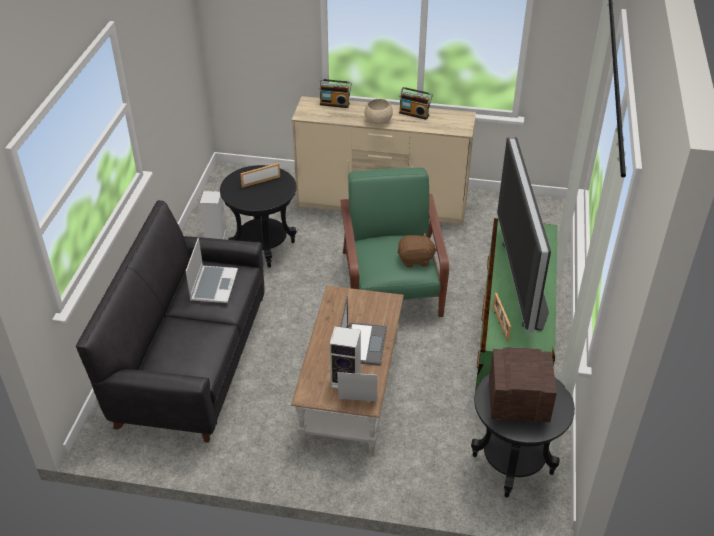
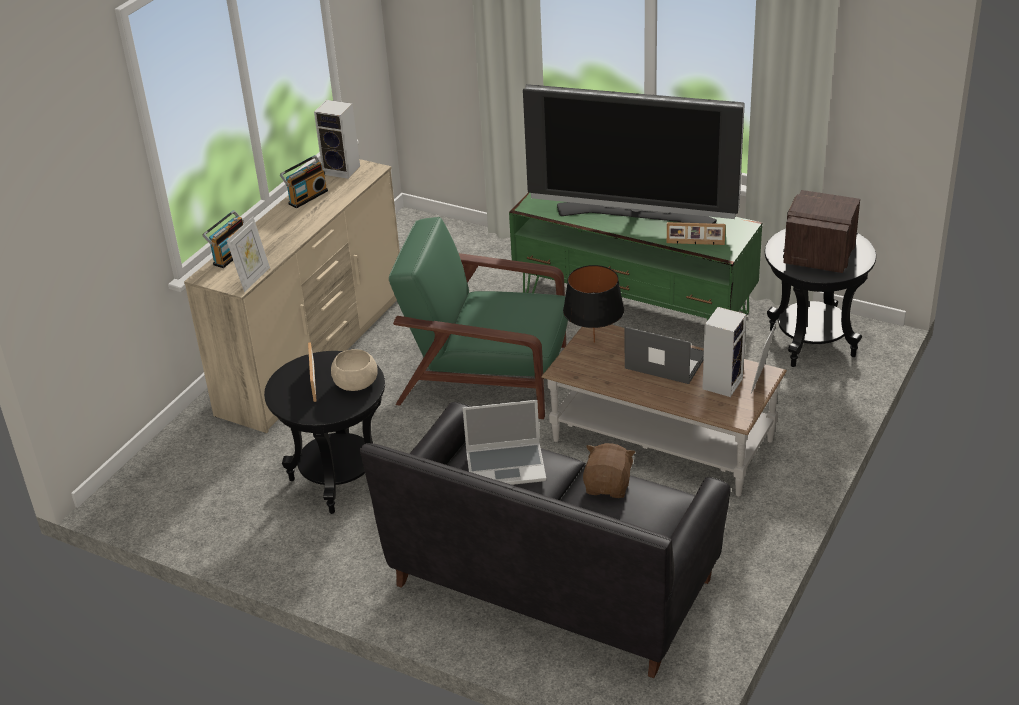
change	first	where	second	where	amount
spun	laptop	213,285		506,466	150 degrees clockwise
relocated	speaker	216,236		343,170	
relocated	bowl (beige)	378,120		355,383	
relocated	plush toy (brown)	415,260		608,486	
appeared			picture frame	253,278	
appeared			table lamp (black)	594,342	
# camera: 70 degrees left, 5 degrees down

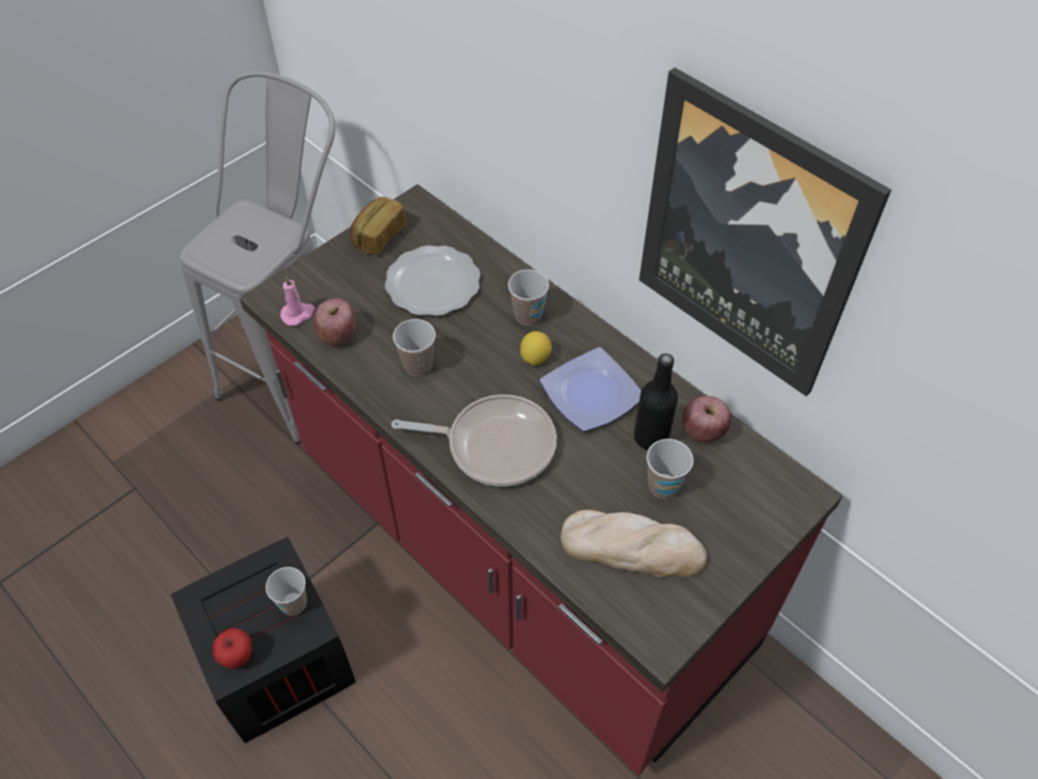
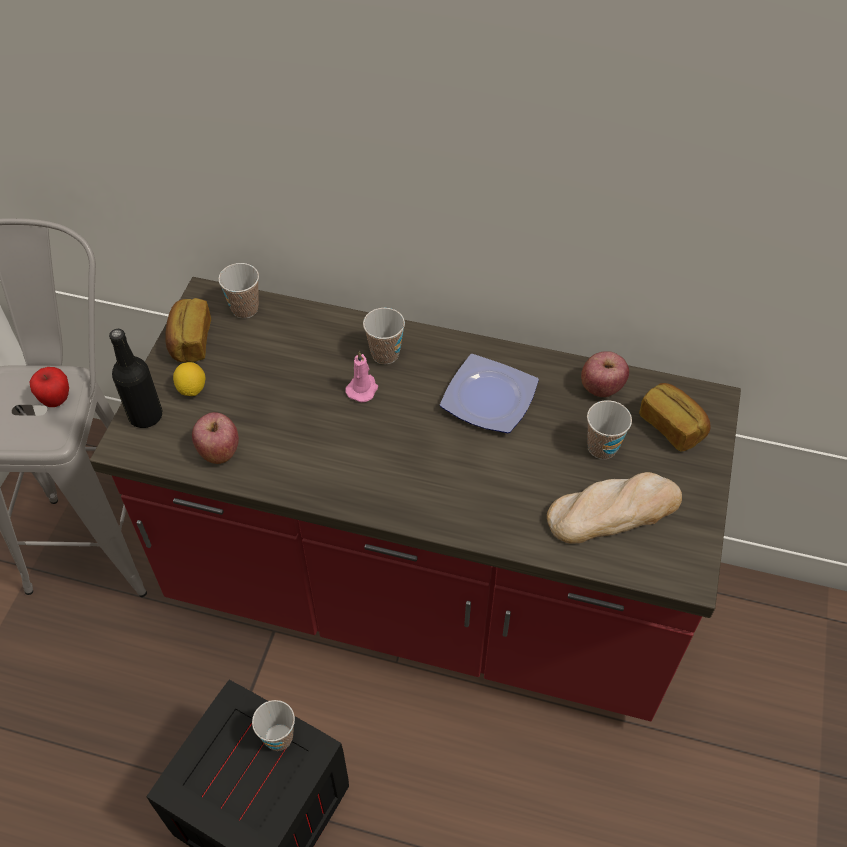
change	first	where	second	where	amount
relocated	apple	238,657		56,400	
relocated	candle (pink)	298,314		363,388	
missing	plate	433,285			
missing	frying pan	494,445			
relocated	cup	418,365		245,309	
relocated	lemon	535,358		192,389	
relocated	bottle (black)	651,437		145,415	
missing	picture	749,238			
appeared			bread	672,425	
# camera: 30 degrees left, 0 degrees up

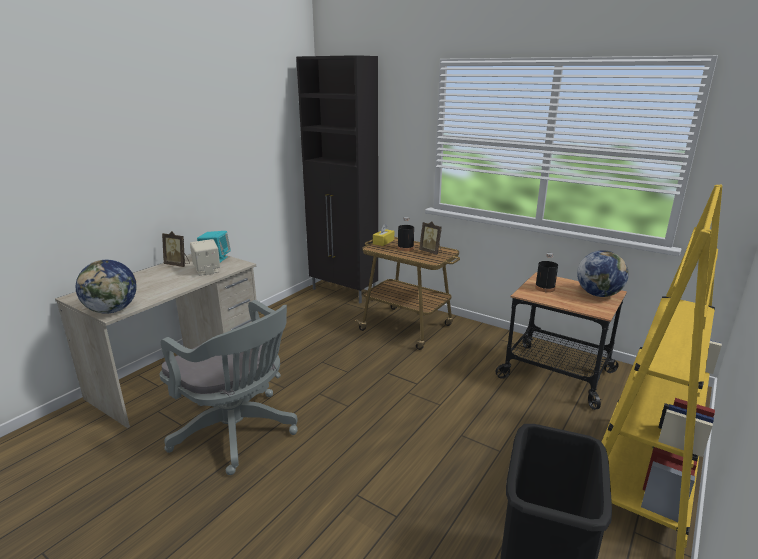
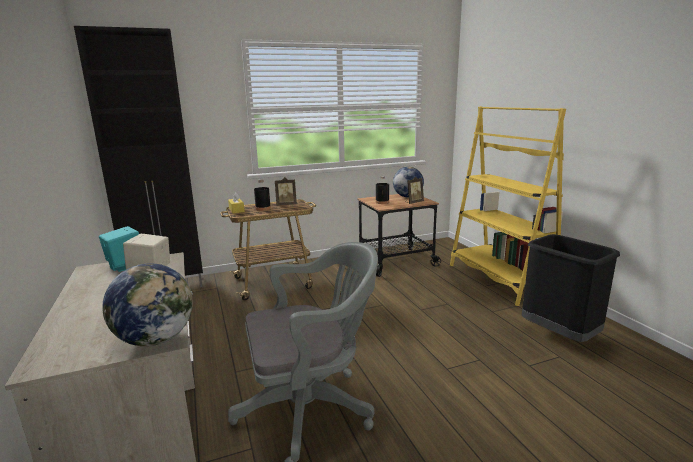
change	first	where	second	where	amount
relocated	picture frame	178,264		413,202	
# camera: 55 degrees left, 5 degrees down

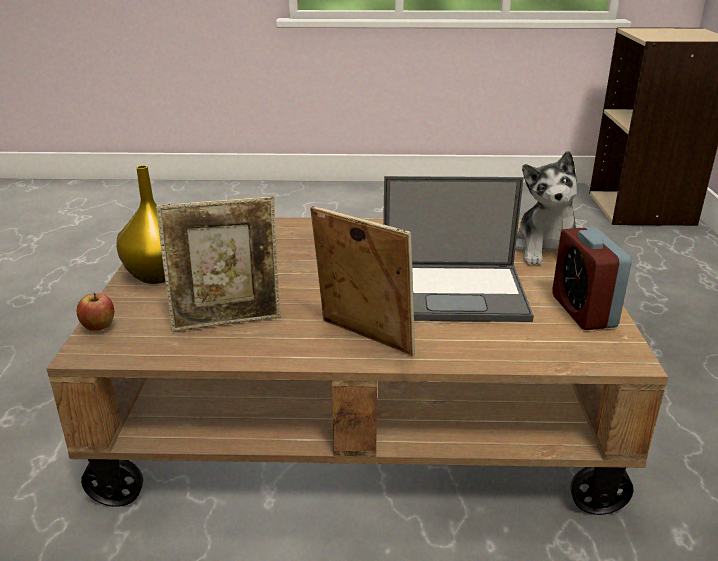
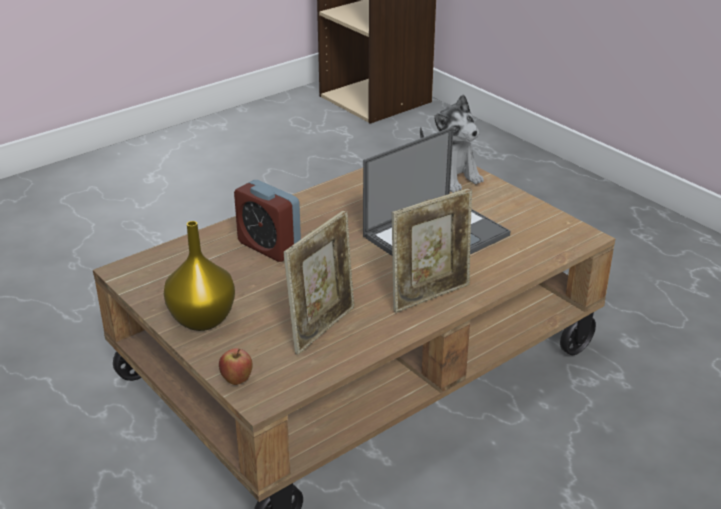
change	first	where	second	where	amount
spun	picture frame	363,339		430,296	150 degrees clockwise
relocated	alarm clock	583,311		269,247	
# camera: 40 degrees left, 5 degrees up

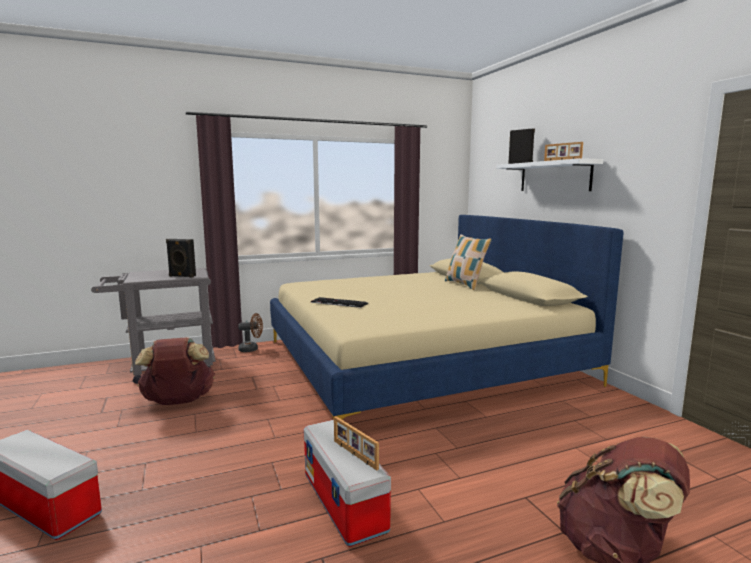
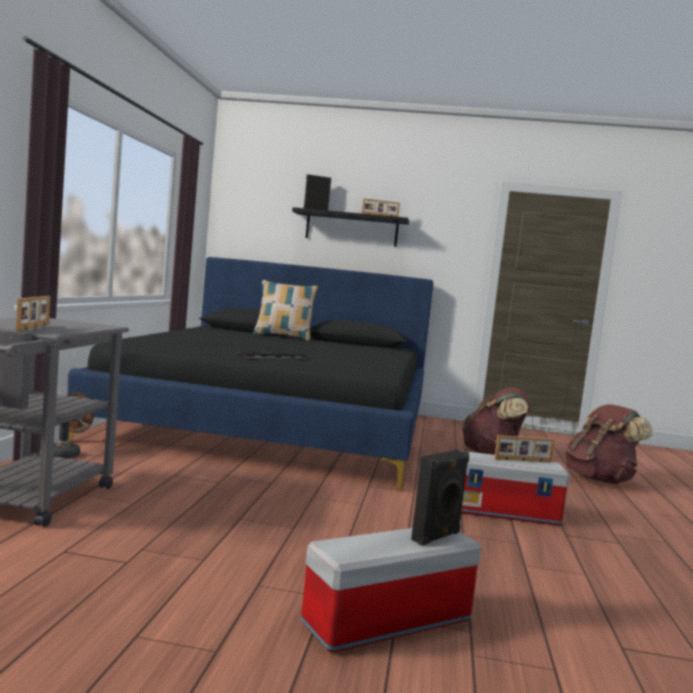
change	first	where	second	where	amount
relocated	backpack (brown)	178,402		492,455	
relocated	speaker (black)	181,276		437,537	
colour	bed (beige)	419,361	bed (black)	276,426	
colour	shelf (white)	554,176	shelf (black)	351,228	
appeared			picture frame	34,327	
# camera: 60 degrees left, 5 degrees down

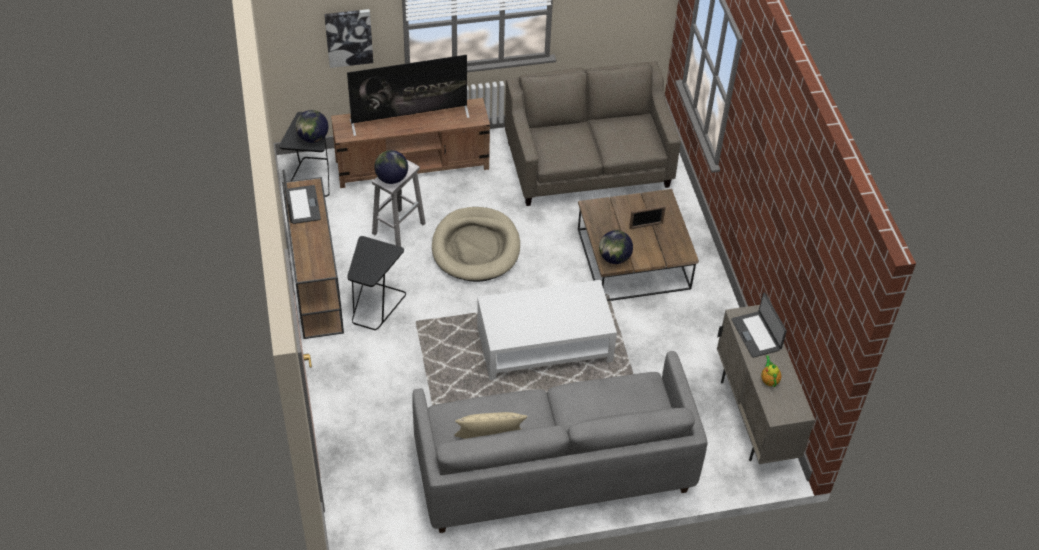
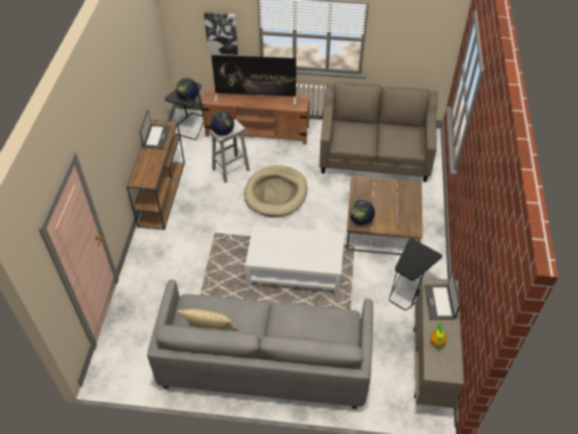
change	first	where	second	where	amount
relocated	side table (black)	375,305		408,290	
missing	picture frame	646,226			
# camera: 20 degrees right, 0 degrees up

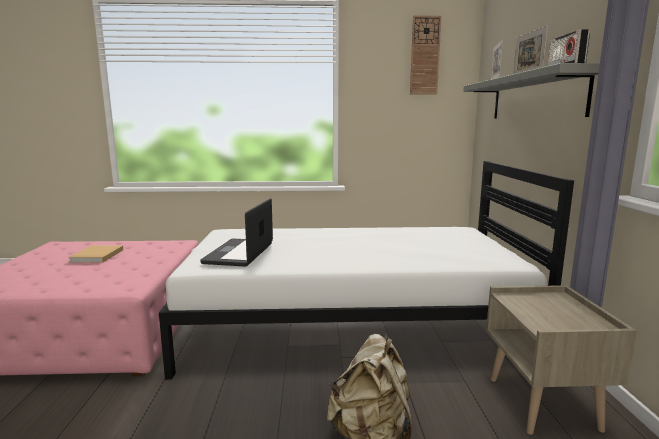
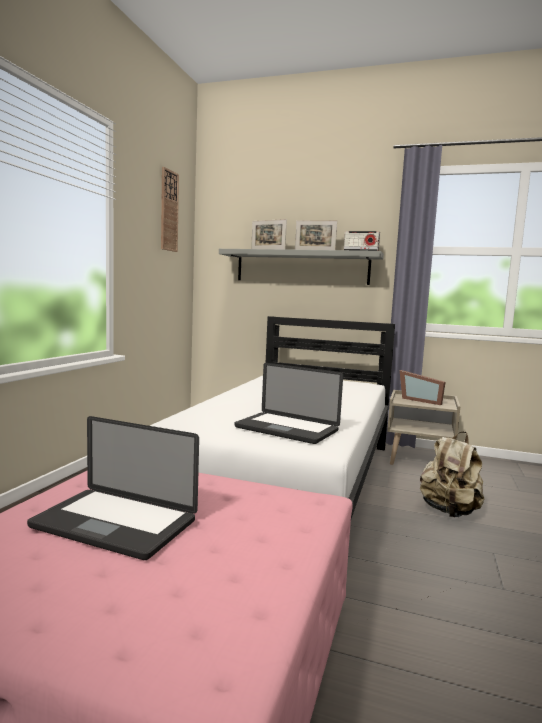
change	first	where	second	where	amount
exchanged	book (beige)	96,256	laptop	114,524	
appeared			picture frame	421,400	
# camera: 70 degrees left, 5 degrees down

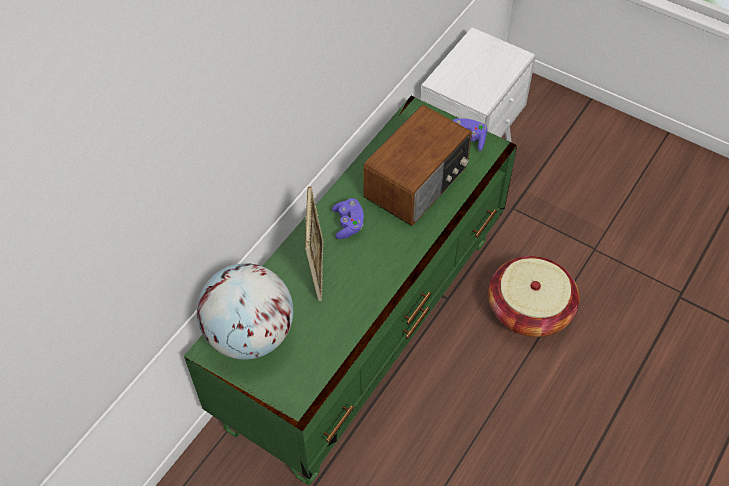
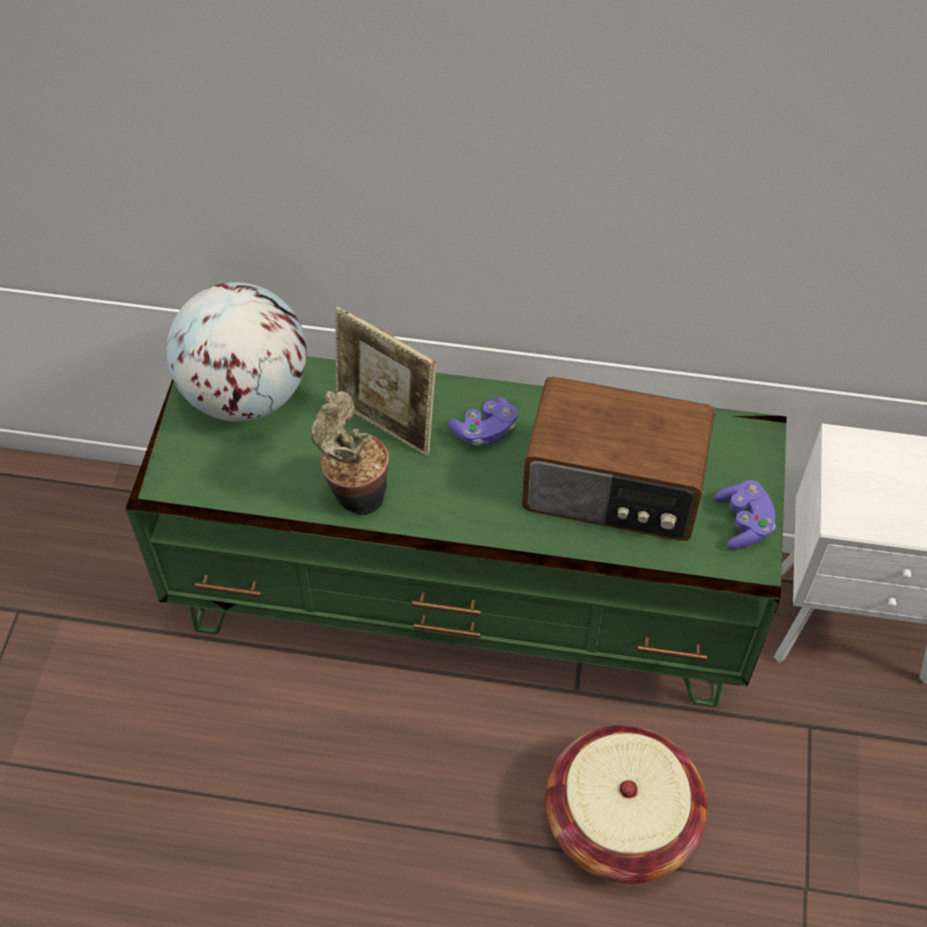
change	first	where	second	where	amount
spun	picture frame	317,269		386,425	60 degrees clockwise
appeared			potted plant	355,496	
# camera: 65 degrees right, 0 degrees up

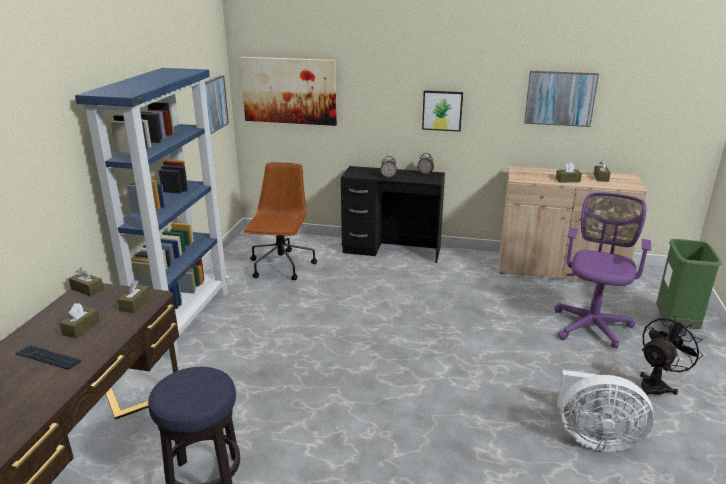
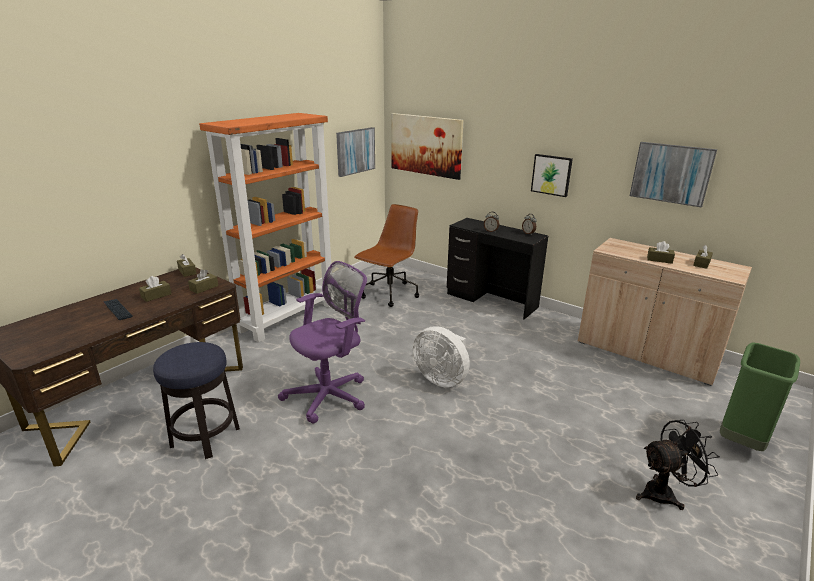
change	first	where	second	where	amount
colour	bookcase (blue)	184,319	bookcase (orange)	287,317	
relocated	office chair (purple)	592,324		330,395	
relocated	fan (white)	594,438		442,378	
# camera: 25 degrees right, 0 degrees up

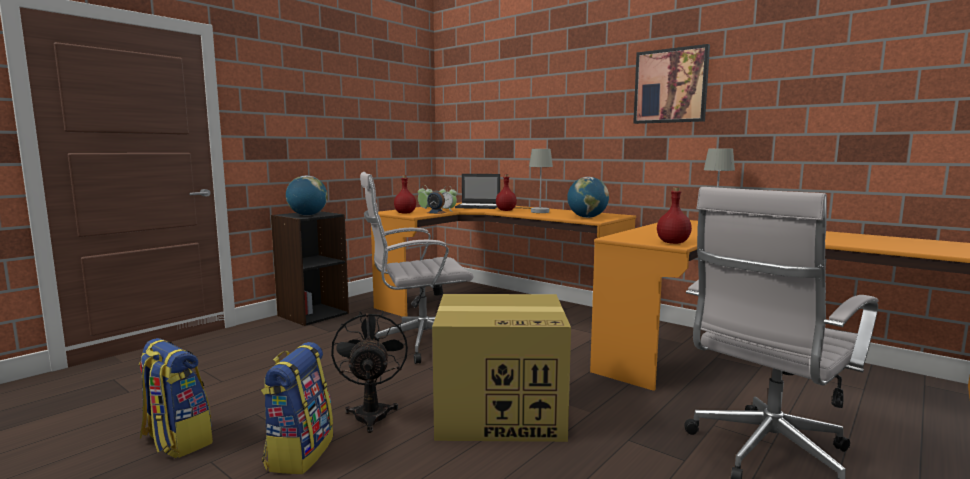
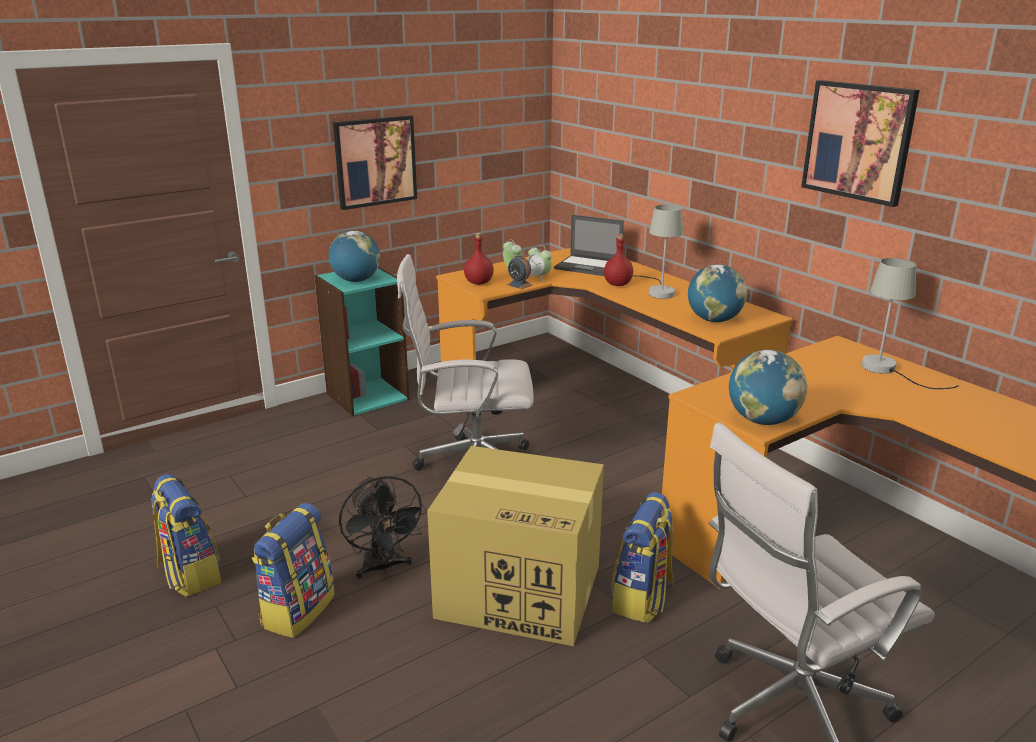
change	first	where	second	where	amount
colour	bookcase (black)	313,314	bookcase (turquoise)	367,396	
spun	fan (black)	371,412		383,567	150 degrees clockwise
exchanged	bottle (red)	673,243	globe	762,420	
appeared			picture	375,161	
appeared			backpack	642,598	
# camera: 15 degrees right, 15 degrees up

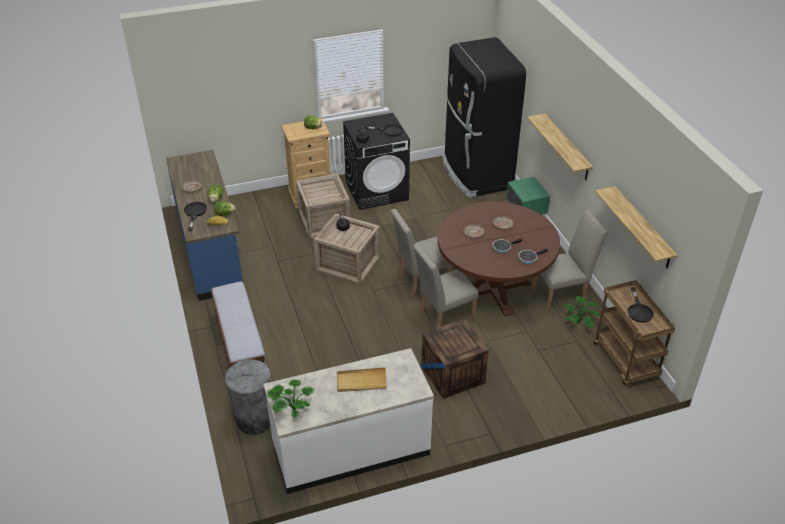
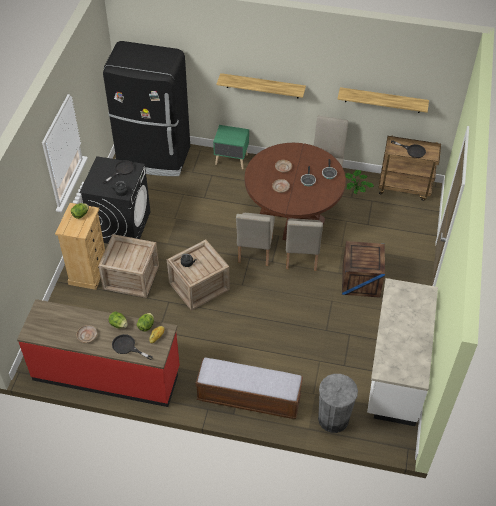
change	first	where	second	where	amount
colour	counter (blue)	210,251	counter (red)	107,373	
missing	potted plant	290,409			
missing	tray (beige)	361,382			
# camera: 60 degrees left, 10 degrees up

